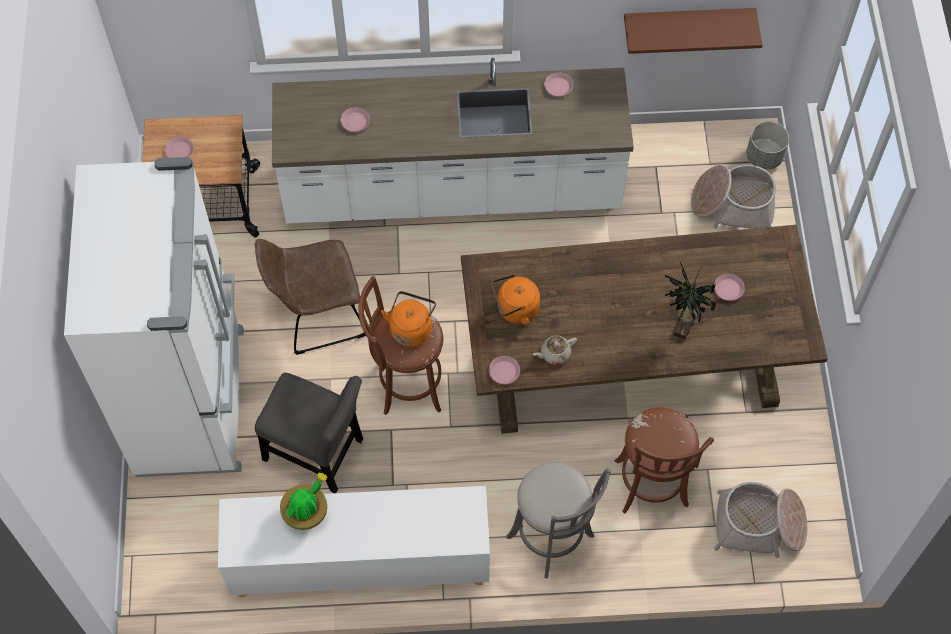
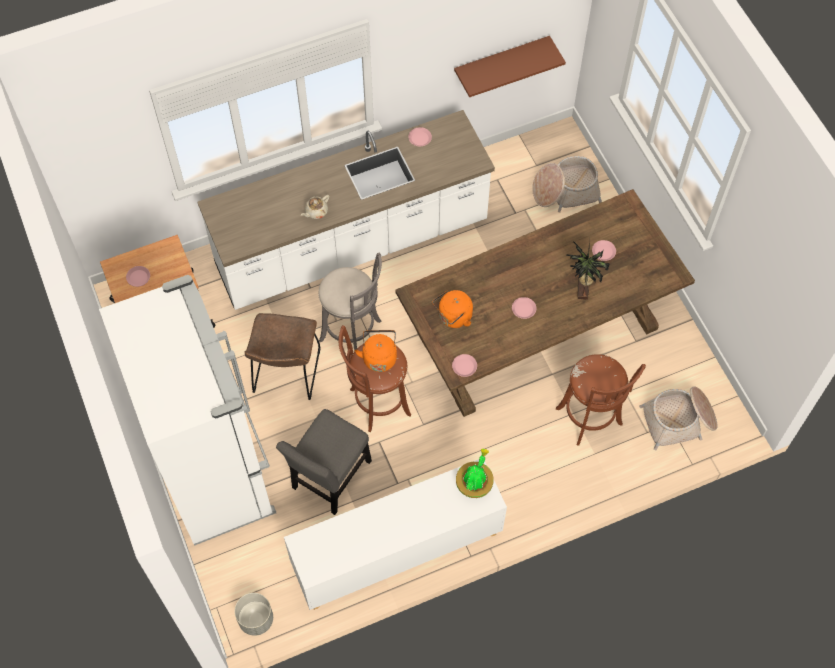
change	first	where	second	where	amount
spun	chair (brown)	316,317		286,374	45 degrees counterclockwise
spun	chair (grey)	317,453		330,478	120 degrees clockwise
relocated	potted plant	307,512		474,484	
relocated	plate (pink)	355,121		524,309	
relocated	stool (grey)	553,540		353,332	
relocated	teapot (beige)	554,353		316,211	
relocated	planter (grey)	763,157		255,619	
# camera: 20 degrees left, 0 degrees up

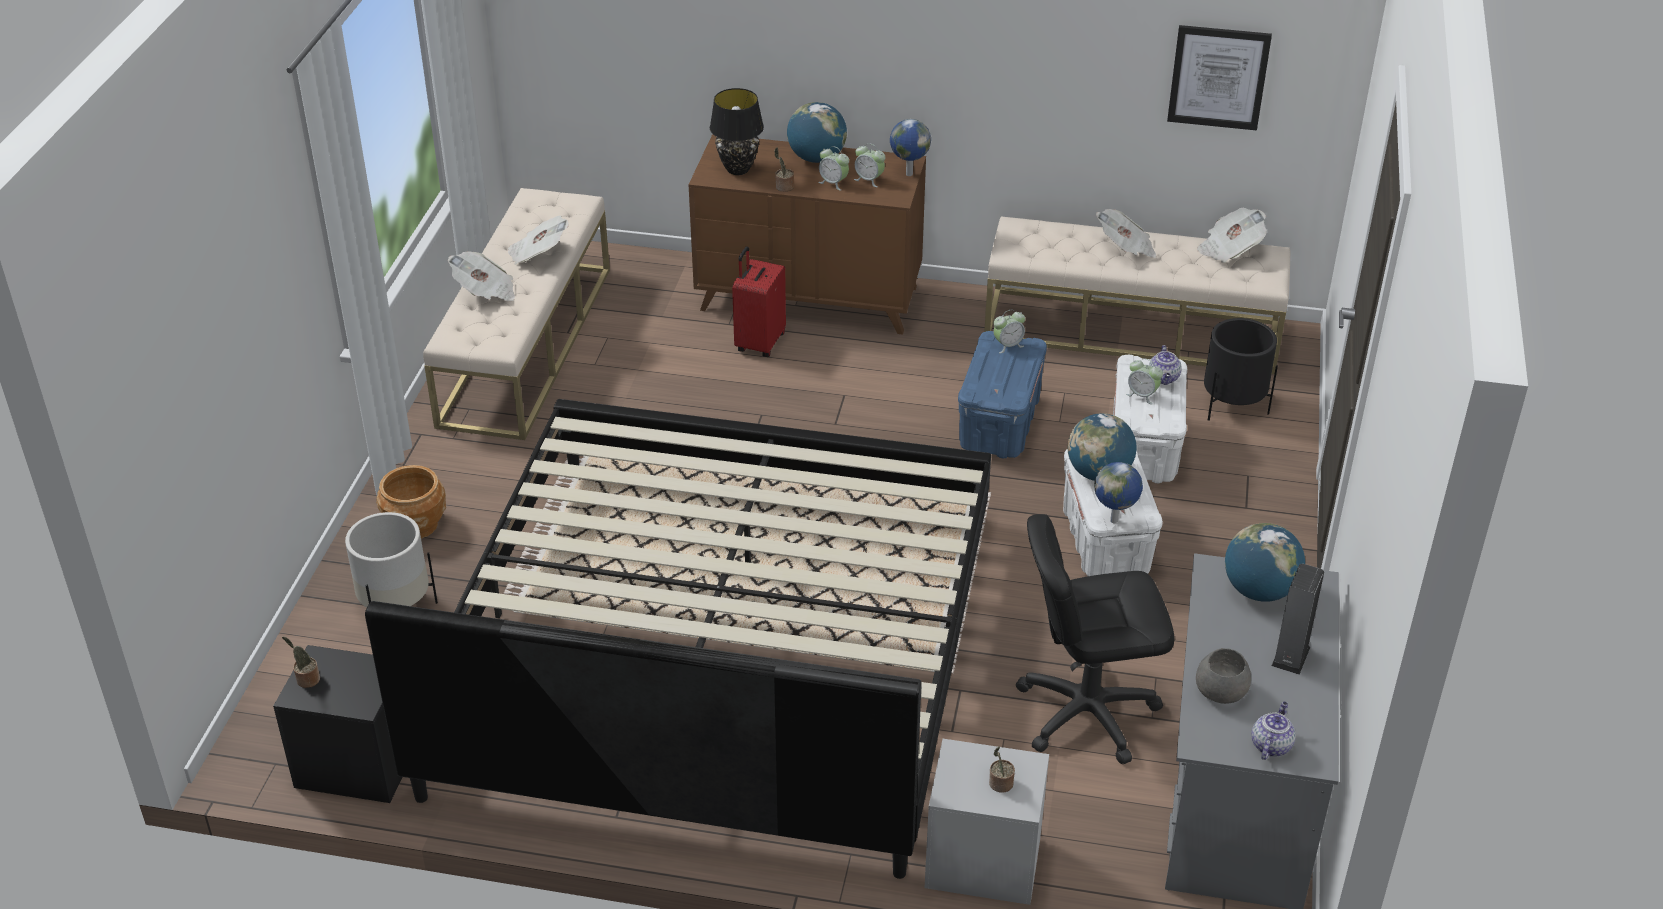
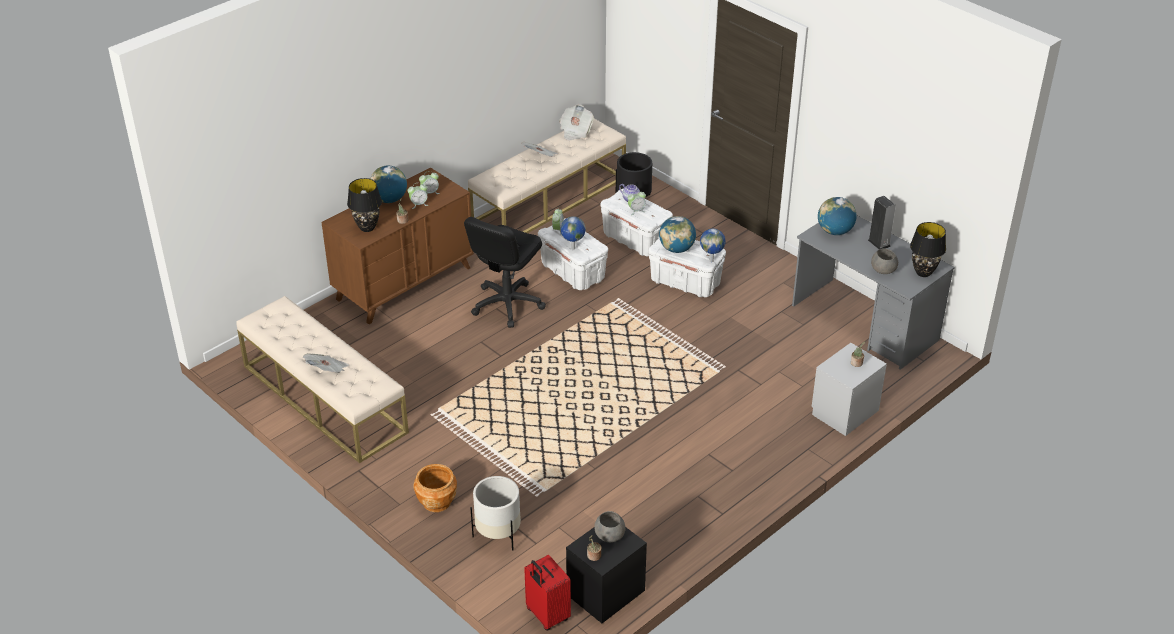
change	first	where	second	where	amount
missing	bed	717,650			
missing	newspaper	538,254			
relocated	suitcase (red)	759,343		546,615	
relocated	globe	908,174		572,248	
colour	storage box (blue)	999,425	storage box (white)	573,272	
relocated	office chair (black)	1086,712		507,304	
missing	picture	1218,77			
exchanged	teapot	1270,745	table lamp (black)	923,272	
appeared			bowl (grey)	610,535	
# camera: 55 degrees left, 0 degrees up

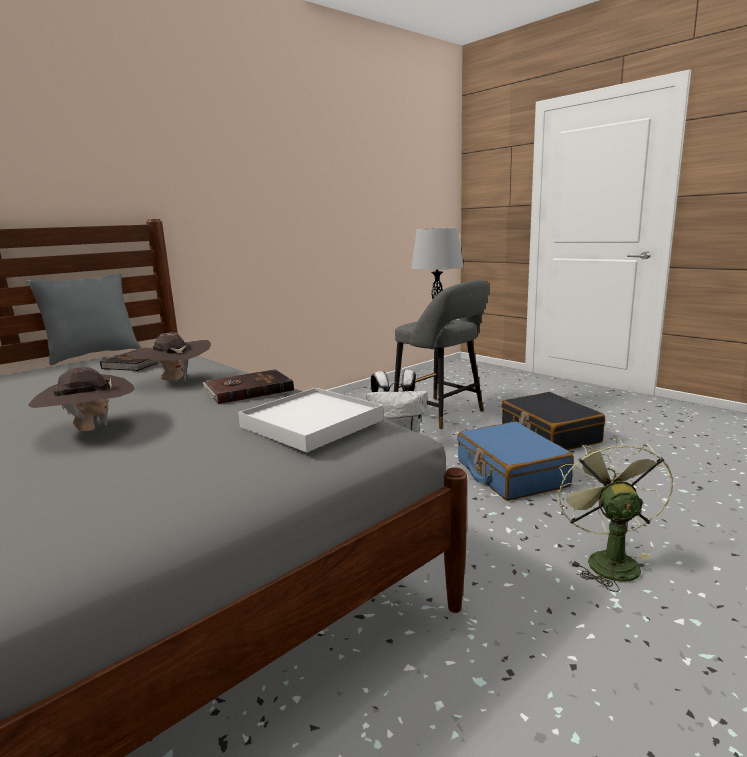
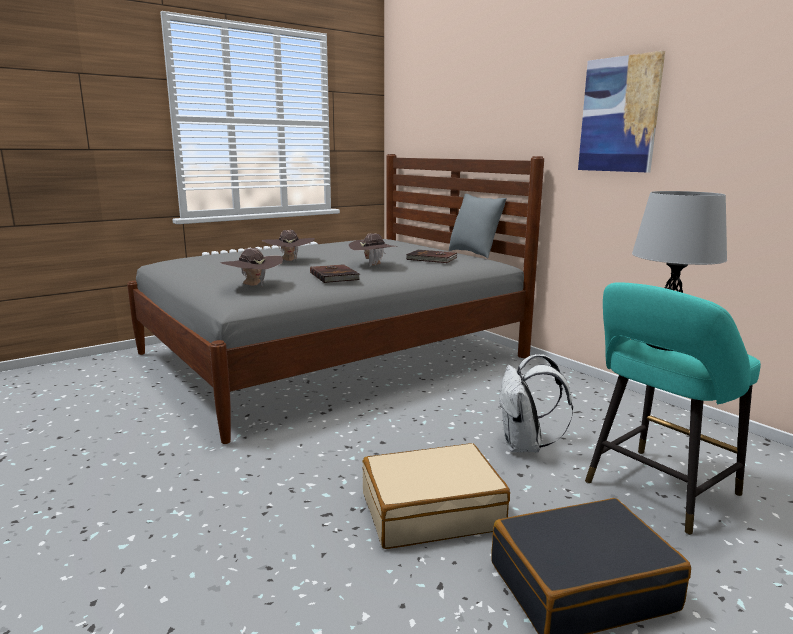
change	first	where	second	where	amount
exchanged	tray (white)	311,423	hat (brown)	253,286	
colour	stool (grey)	442,414	stool (turquoise)	657,491	
colour	suitcase (blue)	510,474	suitcase (beige)	431,511	
missing	fan (green)	607,560			
appeared			picture	619,115	
# camera: 95 degrees right, 0 degrees up

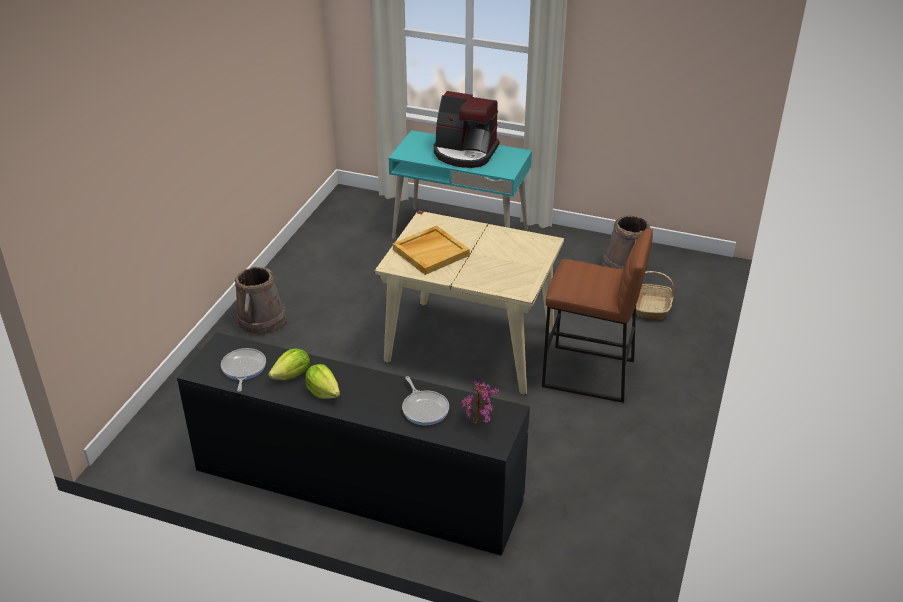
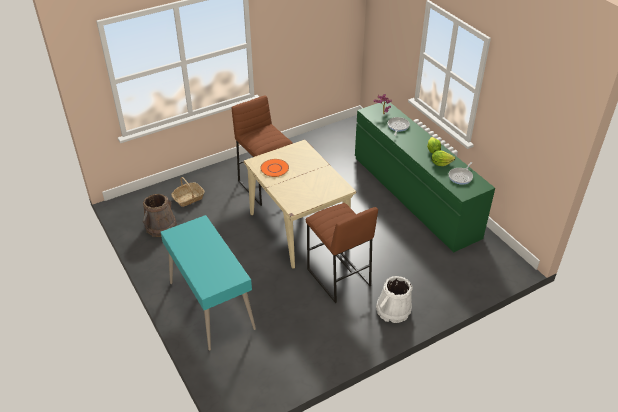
change	first	where	second	where	amount
colour	dresser (black)	357,485	dresser (green)	414,196	
colour	bucket (brown)	262,320	bucket (white)	393,310	
missing	tray (beige)	431,252			
missing	coffee machine	465,153			
appeared			plate (orange)	274,168	
appeared			stool (brown)	338,277	
# camera: 140 degrees left, 5 degrees up

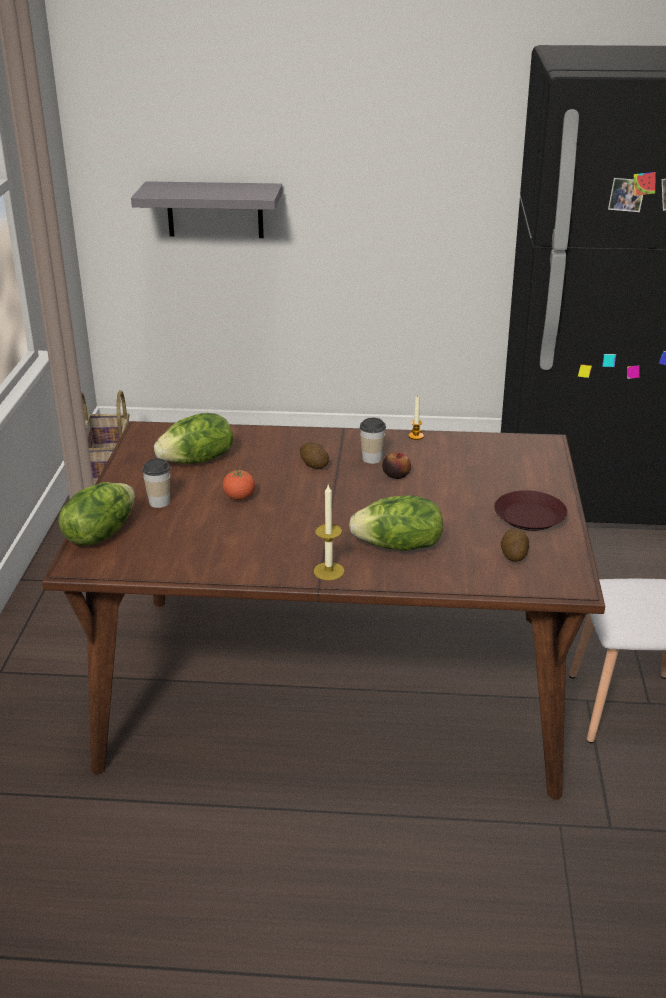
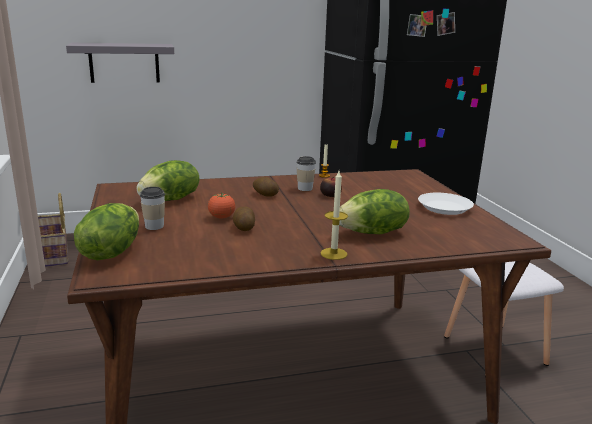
change	first	where	second	where	amount
colour	plate (brown)	529,517	plate (white)	444,208	
relocated	potato	513,554		244,228	
# camera: 20 degrees left, 10 degrees down

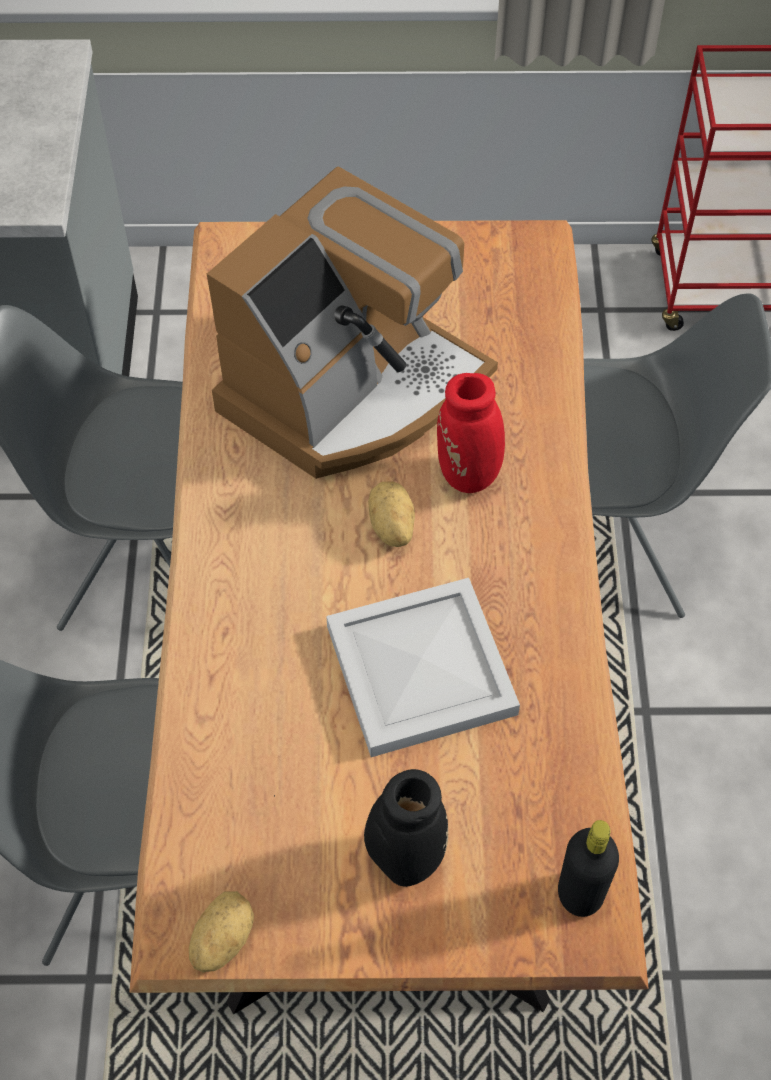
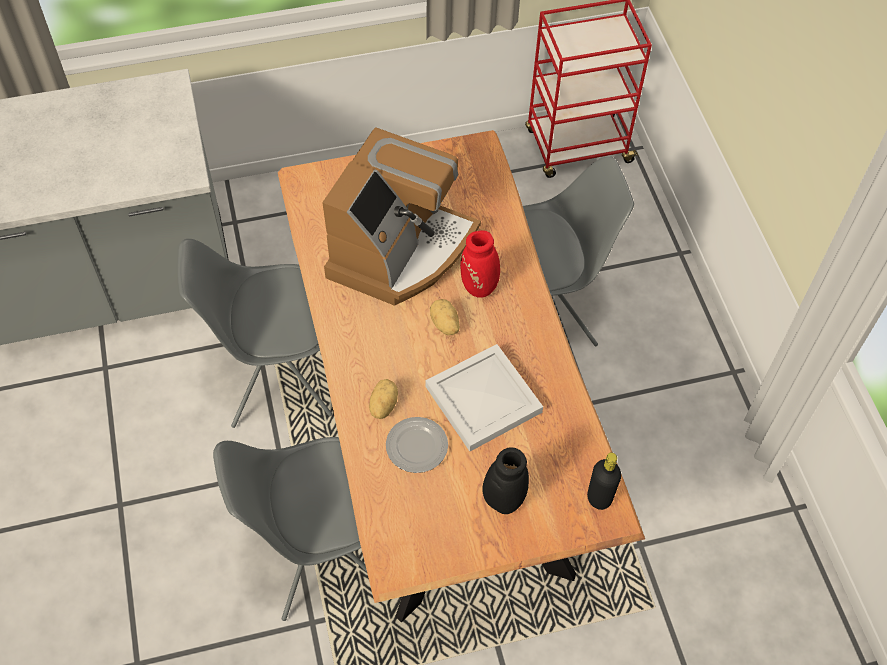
change	first	where	second	where	amount
relocated	potato	221,939		382,405	
appeared			plate	416,446	
# camera: 15 degrees left, 0 degrees up

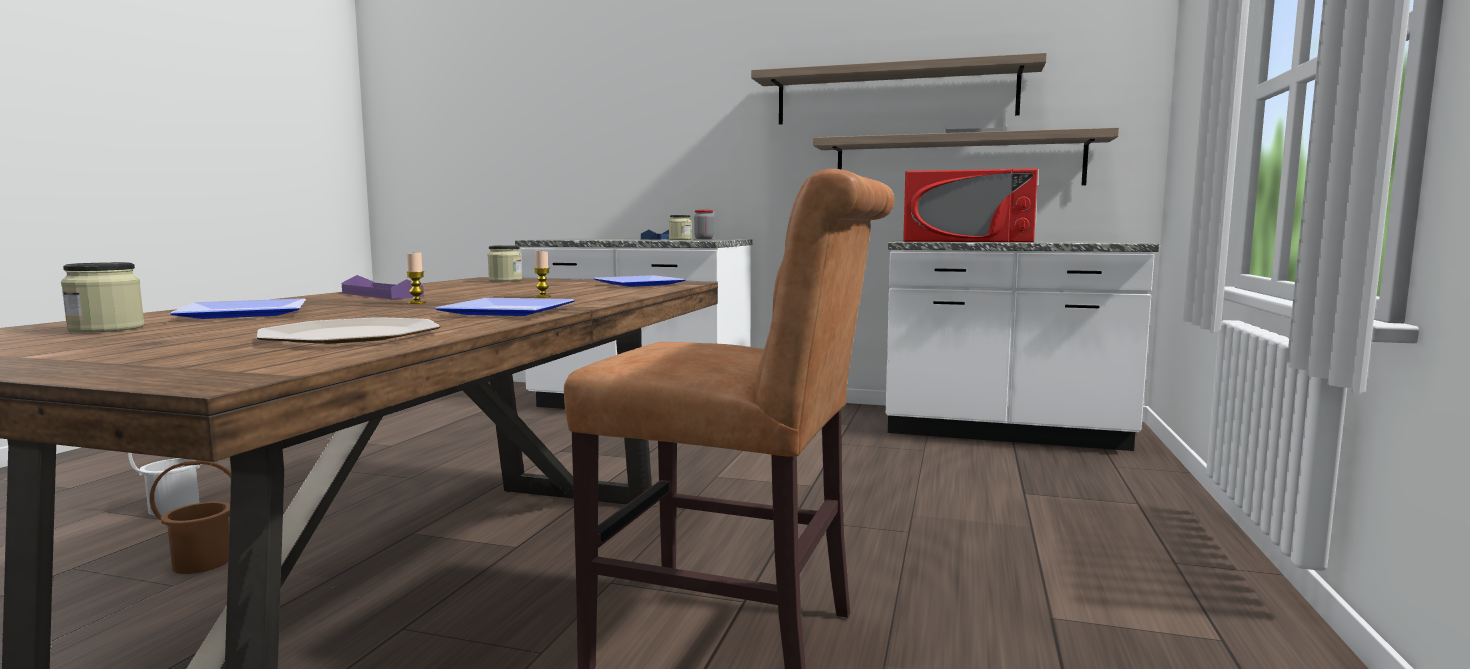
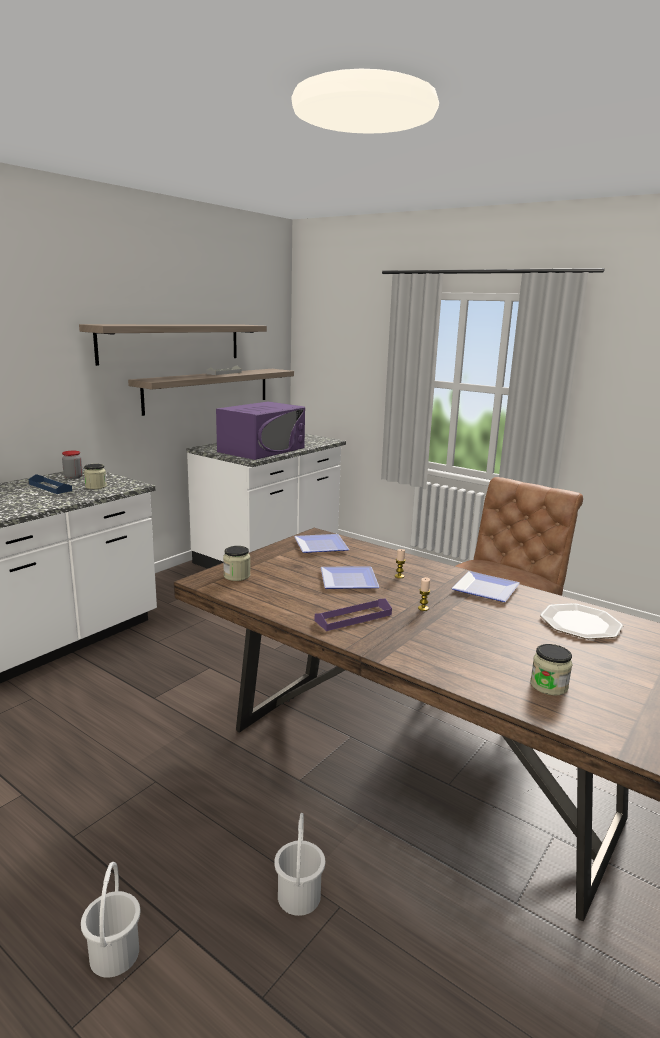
change	first	where	second	where	amount
colour	bucket (brown)	202,562	bucket (white)	298,897	
relocated	plate	249,313		346,580	
colour	microwave (red)	967,241	microwave (purple)	262,450	
# camera: 70 degrees left, 10 degrees up

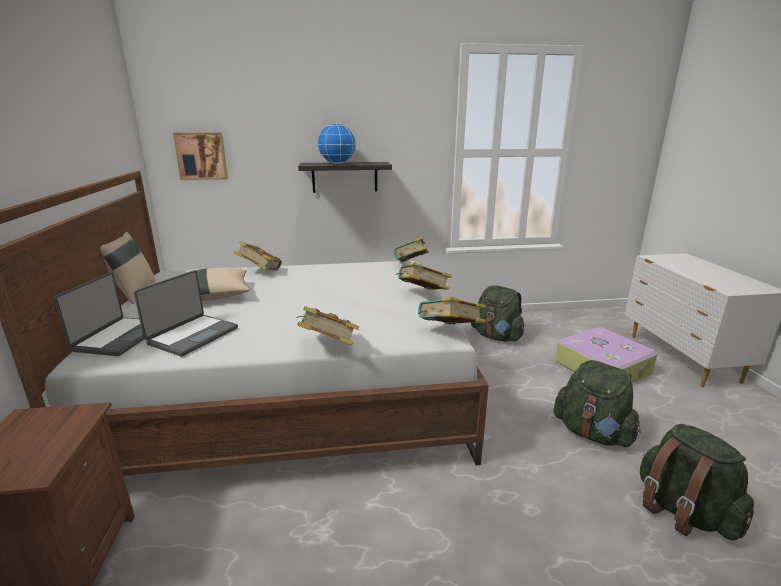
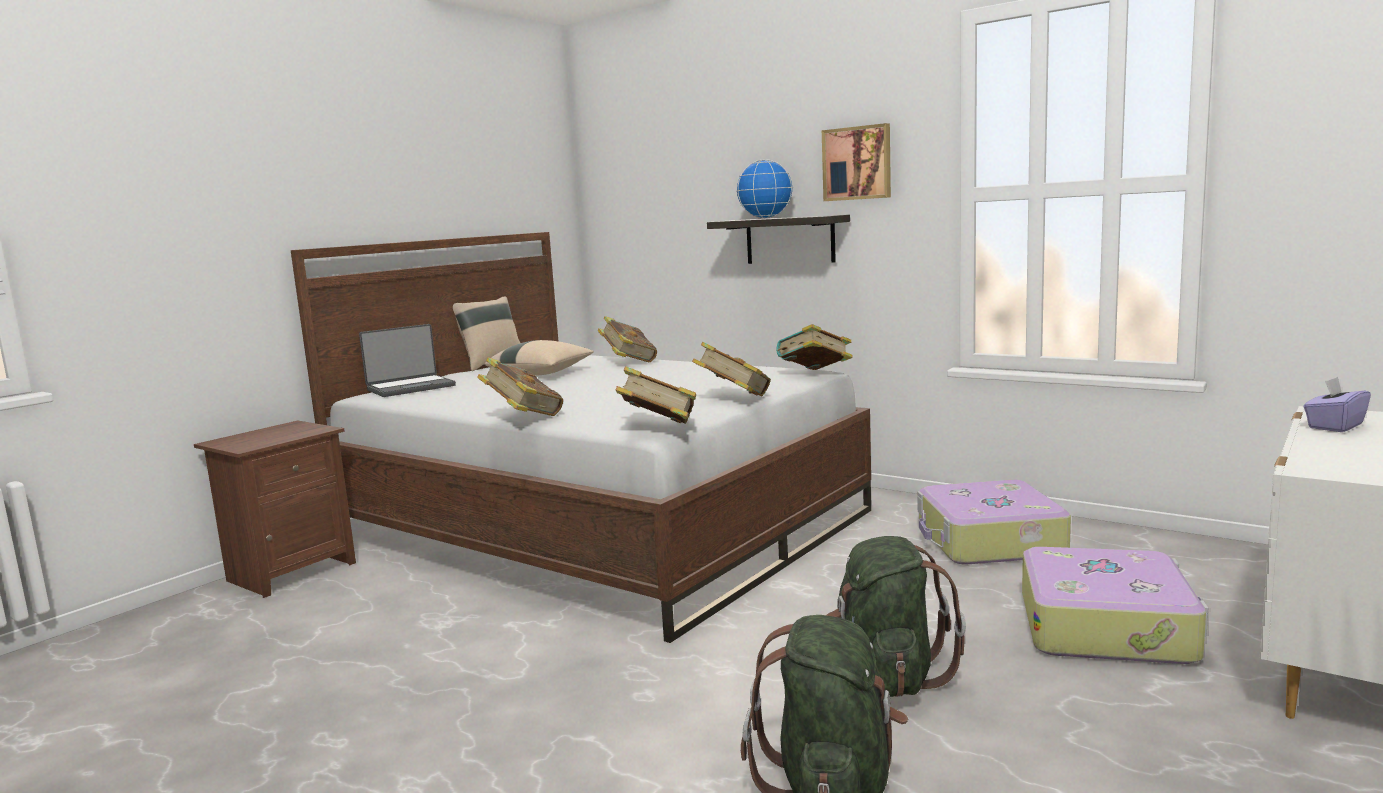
change	first	where	second	where	amount
missing	laptop	192,335			
relocated	picture	201,156		857,163	
exchanged	backpack (green)	496,336	suitcase	988,541	
appeared			tissue box (purple)	1334,426	
# camera: 45 degrees right, 10 degrees down

